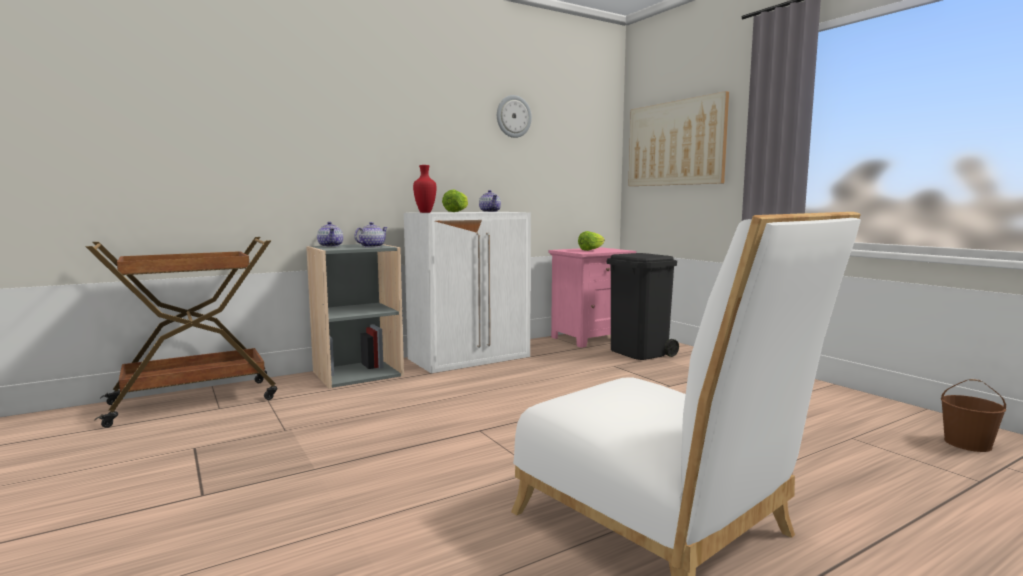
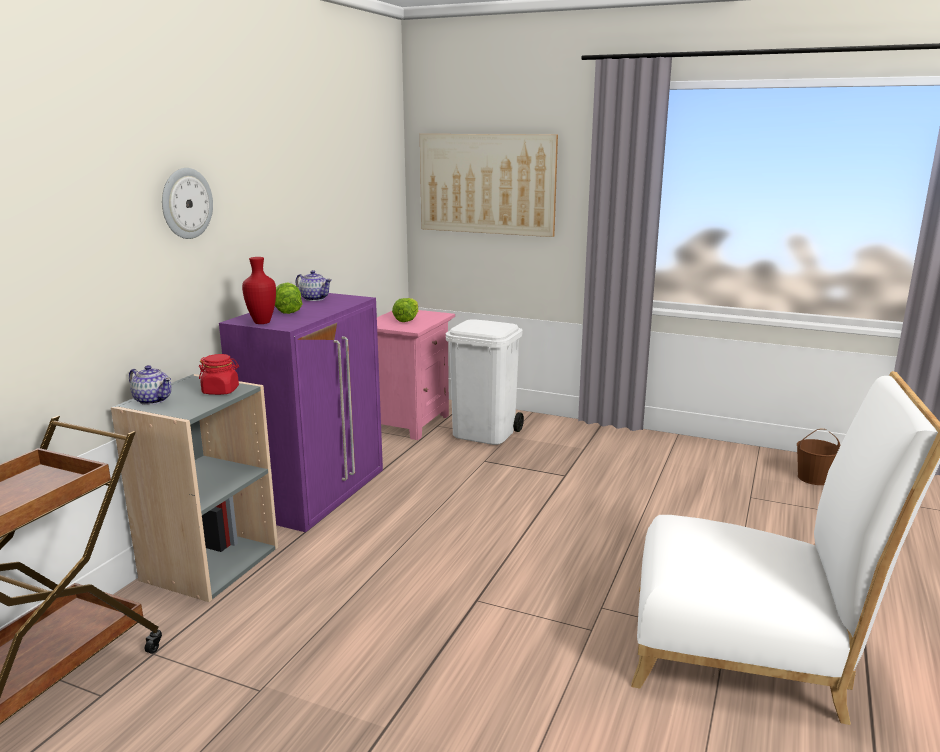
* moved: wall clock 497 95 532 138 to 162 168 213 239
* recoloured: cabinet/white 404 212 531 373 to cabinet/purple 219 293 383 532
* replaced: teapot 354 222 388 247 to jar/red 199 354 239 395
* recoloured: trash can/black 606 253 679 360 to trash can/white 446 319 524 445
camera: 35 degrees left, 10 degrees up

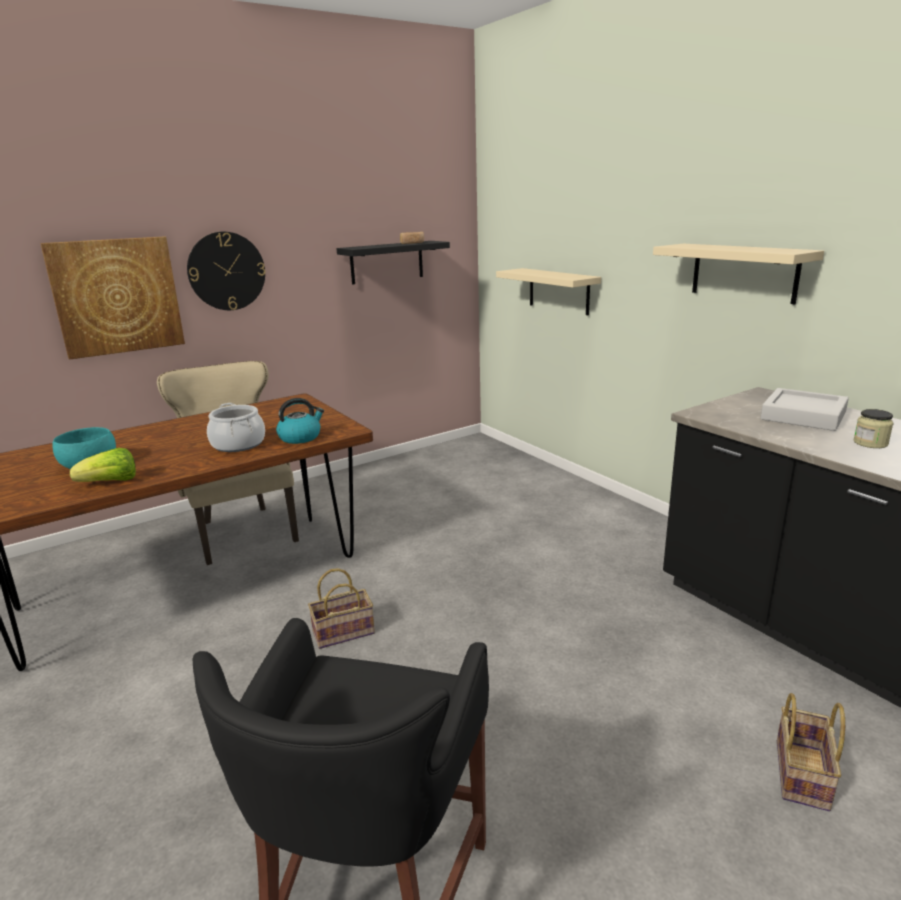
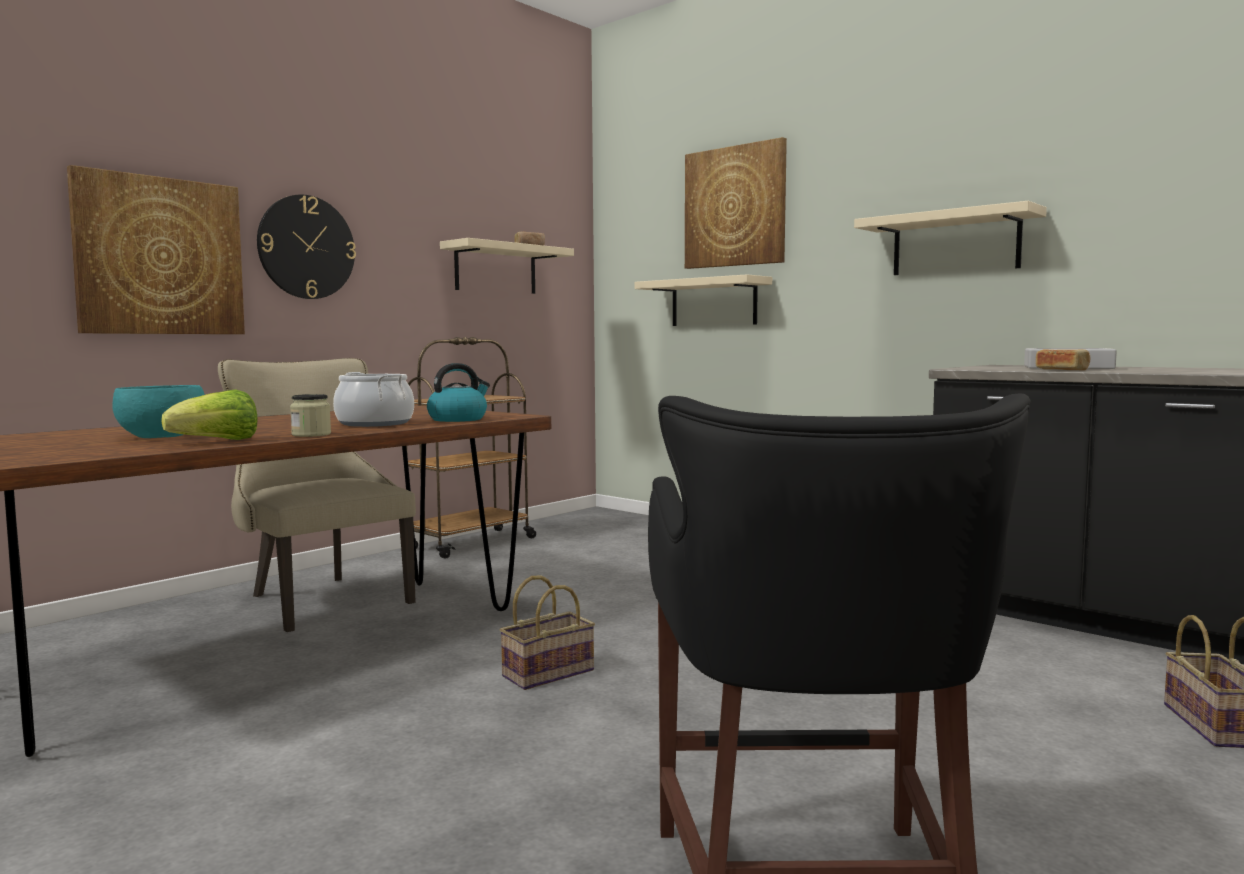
* recoloured: shelf/black 337 241 450 285 to shelf/beige 440 238 574 294
* moved: jar 853 409 894 448 to 290 394 331 437
* added: picture 685 137 787 269
* added: cart/brown 406 337 536 559
* added: bread 1035 349 1090 371
camera: 15 degrees left, 15 degrees down

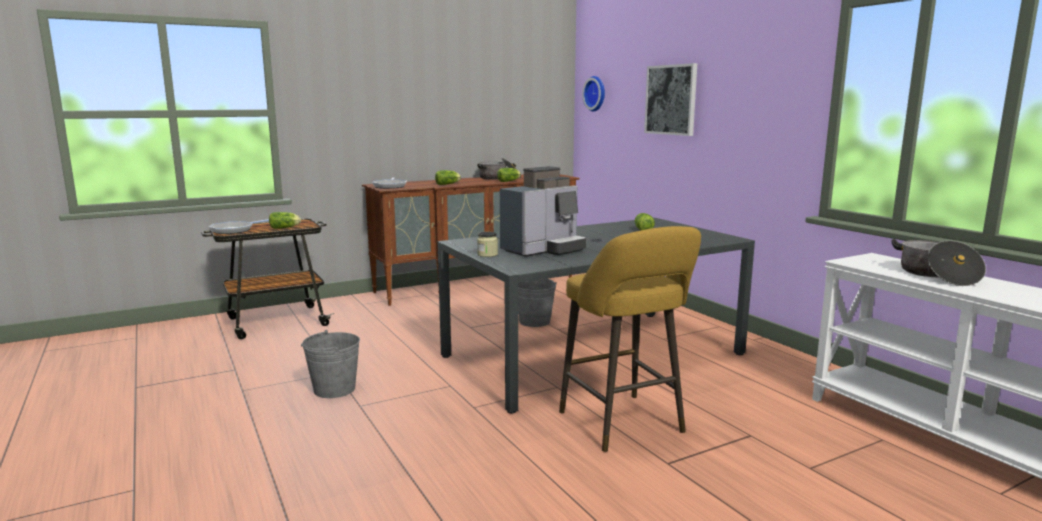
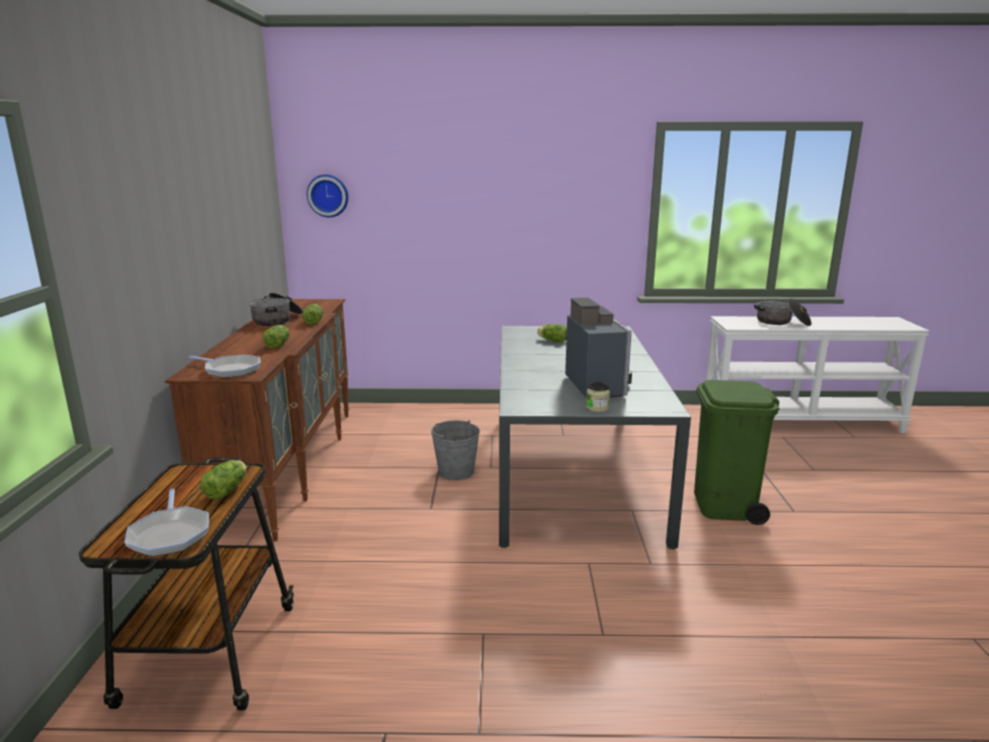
* removed: picture 644 63 697 136
* replaced: stool/yellow 559 226 701 452 to trash can/green 694 380 780 525
* removed: bucket/grey 301 330 360 398
camera: 60 degrees left, 5 degrees up

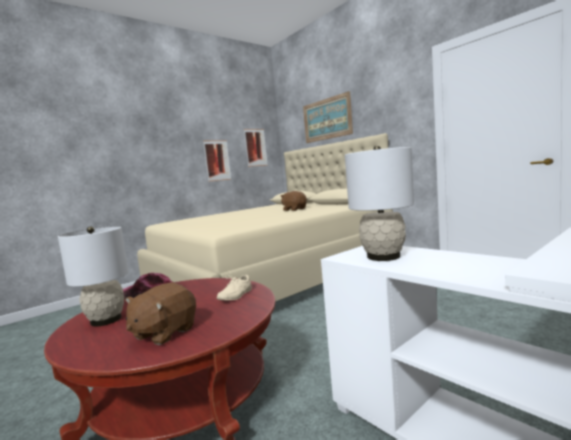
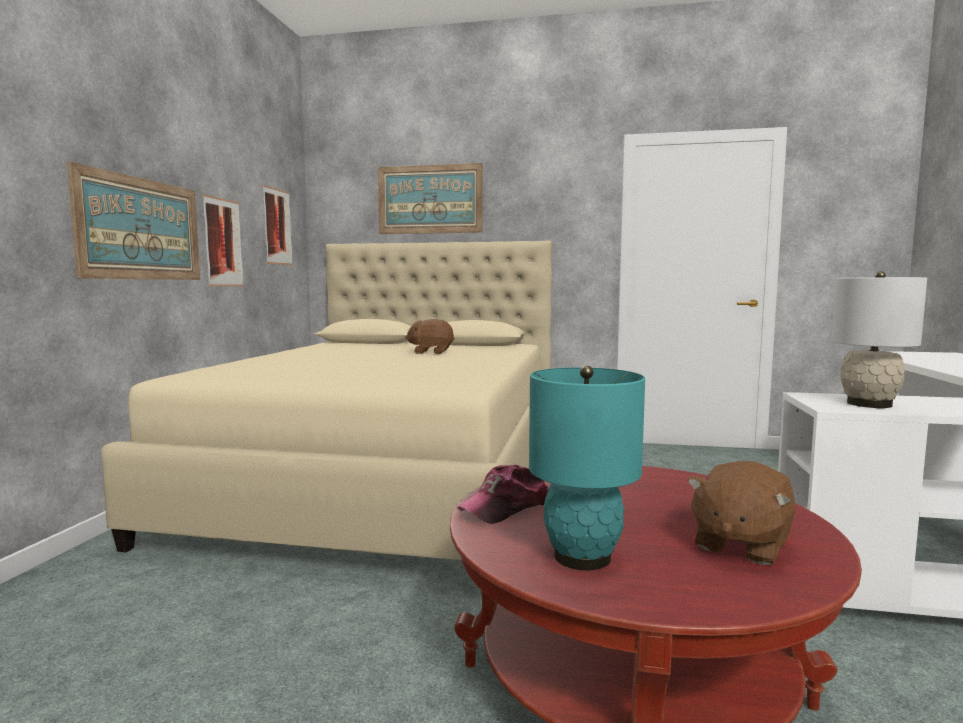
* recoloured: table lamp/white 58 226 129 327 to table lamp/turquoise 529 366 645 570
* removed: shoe/beige 217 271 252 300
* turned: plush toy/brown 125 282 196 345 = 687 461 796 565 45 degrees clockwise
* added: picture 67 162 200 280
camera: 40 degrees left, 0 degrees up

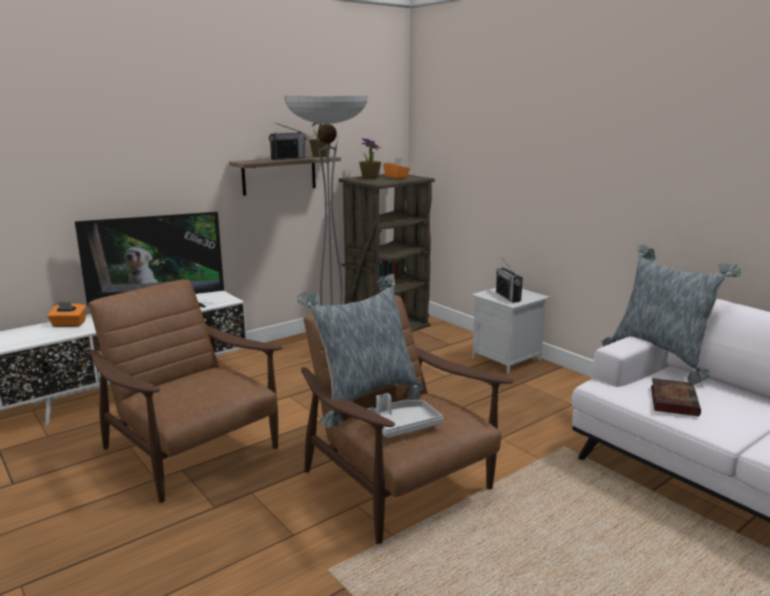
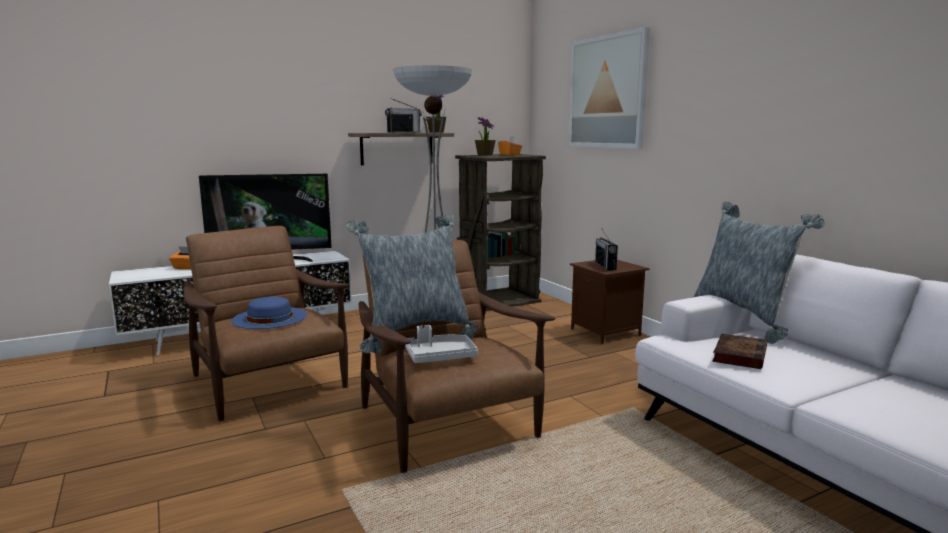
* recoloured: nightstand/grey 471 288 550 374 to nightstand/brown 570 260 649 344
* added: picture 568 27 650 148
* added: hat/blue 231 296 307 329
camera: 10 degrees right, 5 degrees down

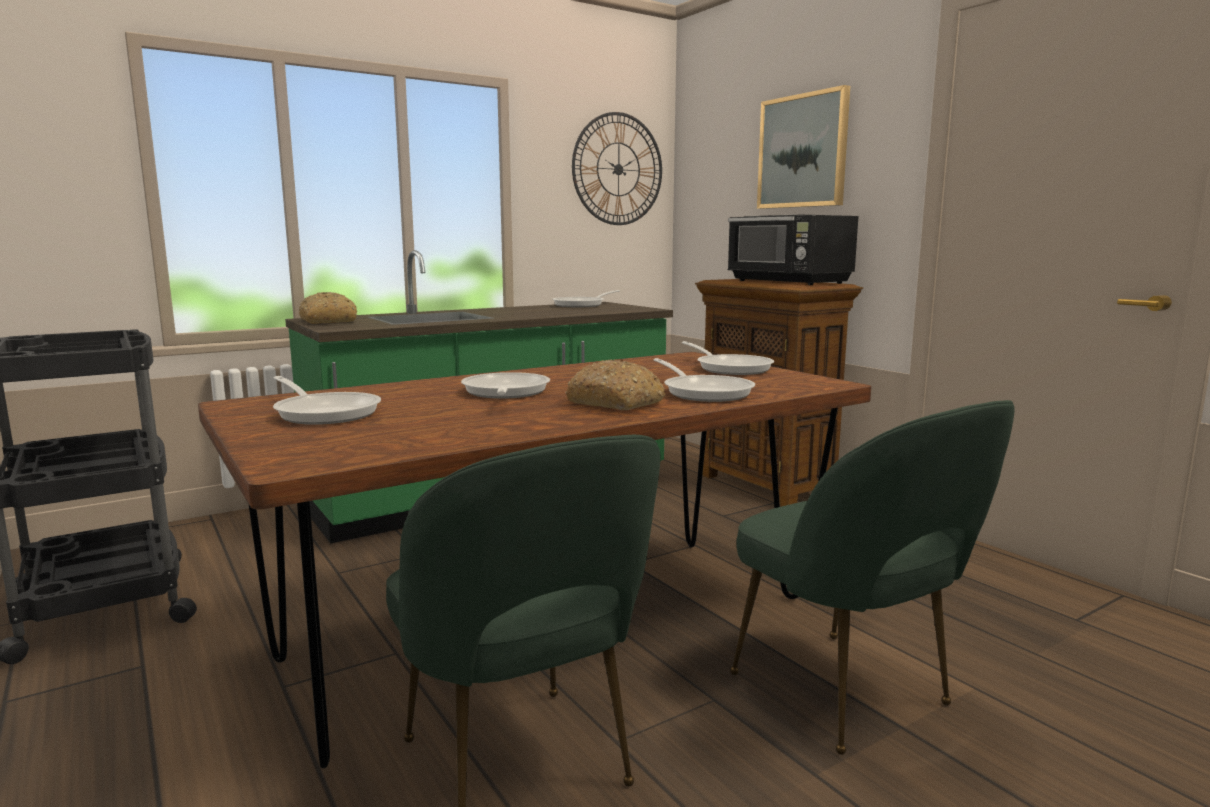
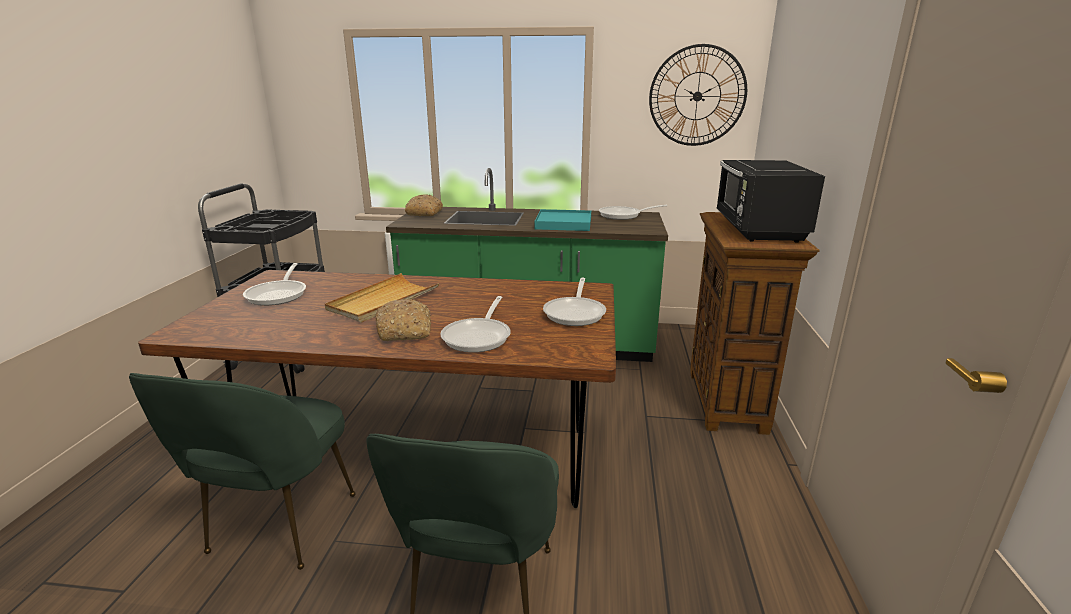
* removed: picture 757 85 850 209
* replaced: frying pan 461 372 550 399 to tray/beige 325 273 439 323
* added: tray/turquoise 535 209 591 231
camera: 40 degrees right, 10 degrees up

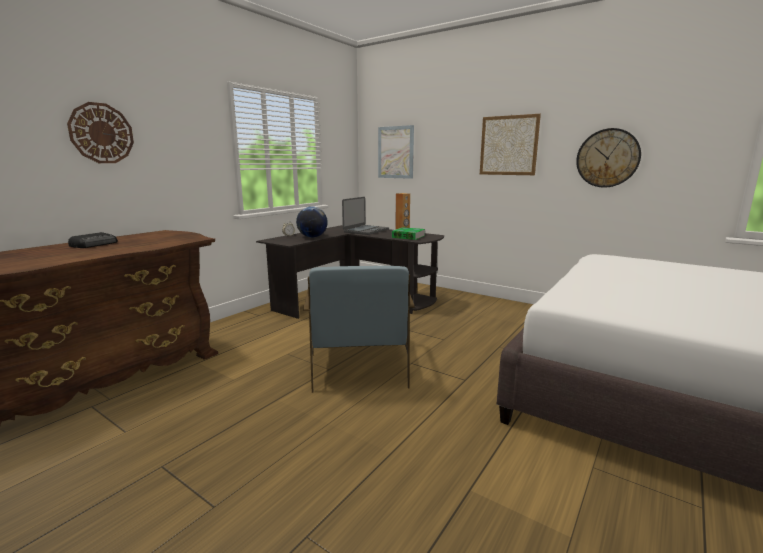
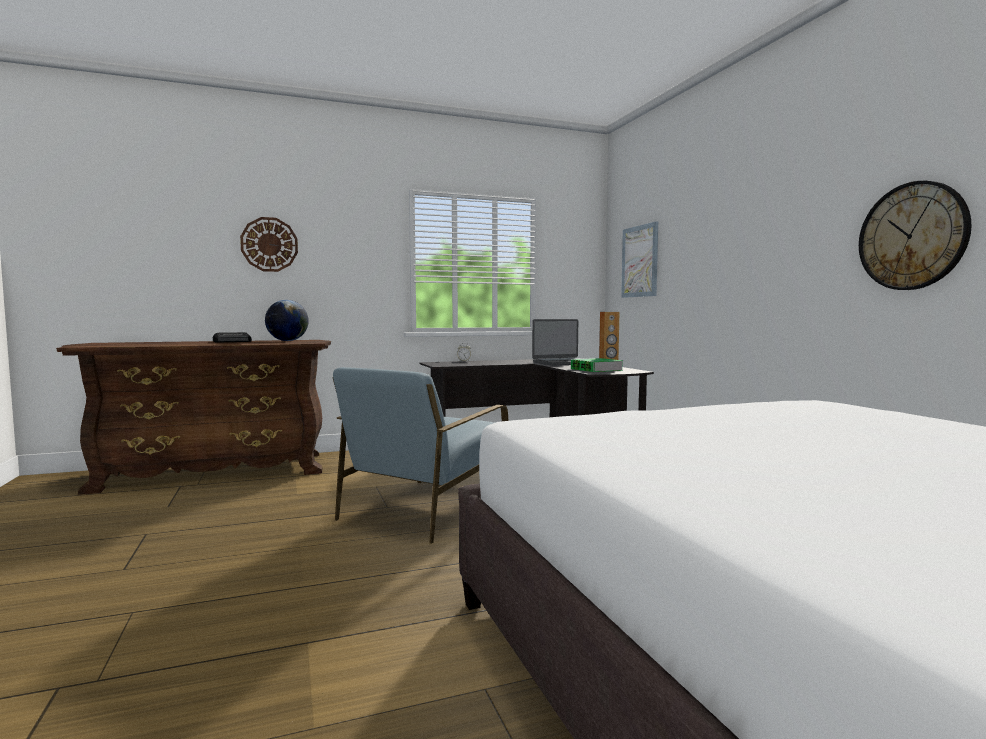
* removed: picture 480 114 541 175
* moved: globe 296 206 328 238 to 265 300 309 341
camera: 35 degrees right, 10 degrees down

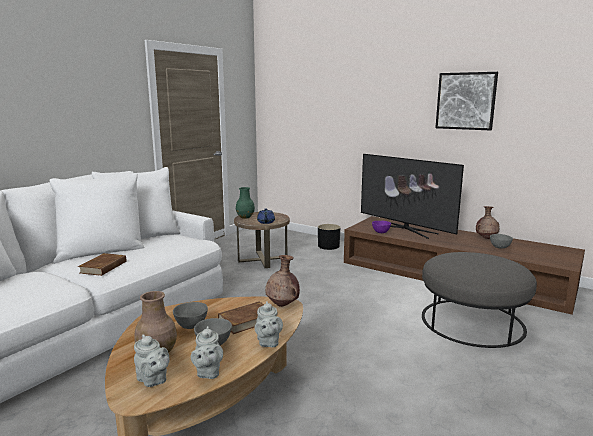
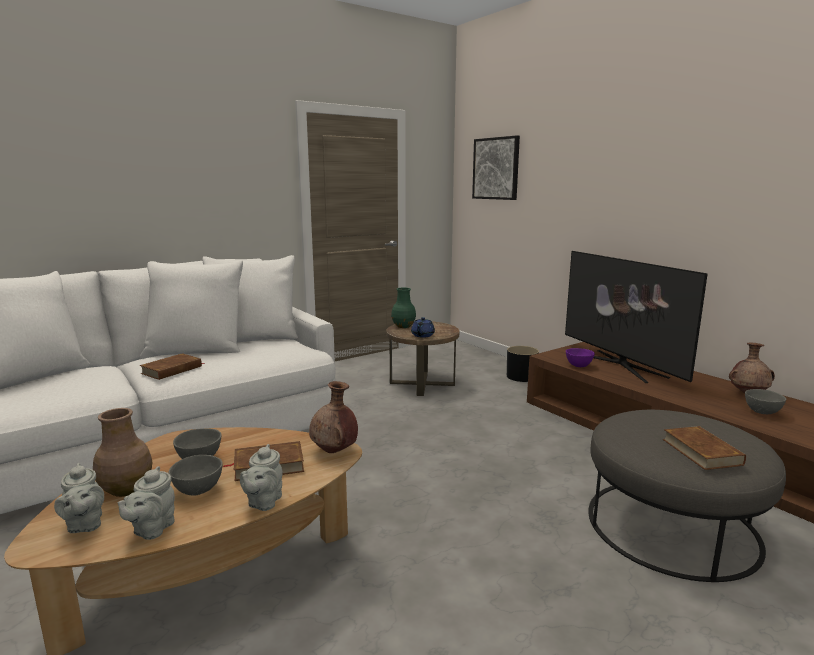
* moved: picture 435 72 498 130 to 472 135 520 200
* added: book/brown 663 426 746 470
camera: 20 degrees right, 0 degrees up

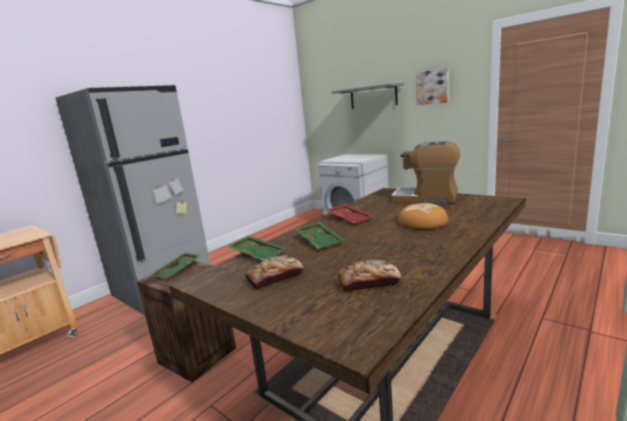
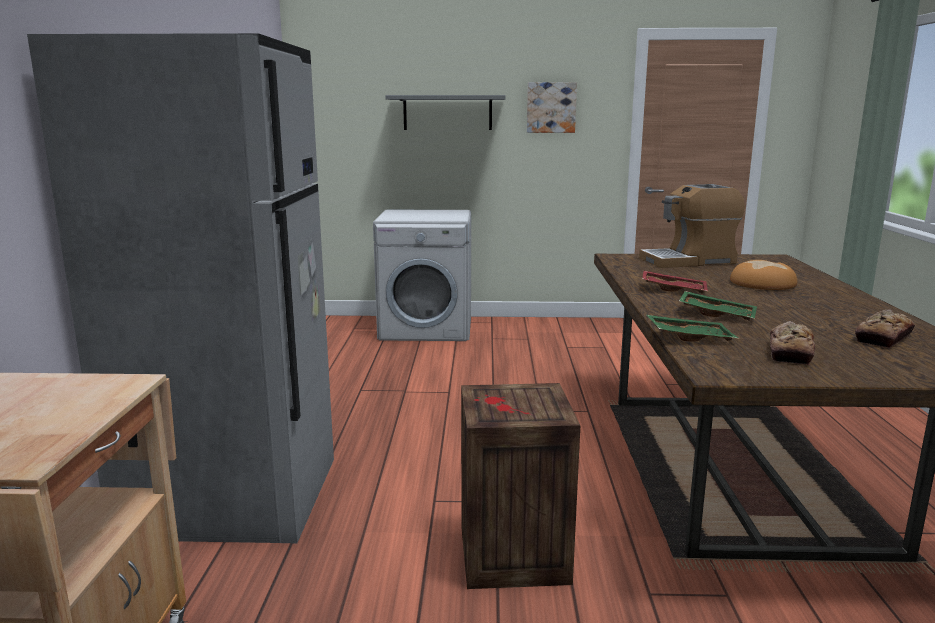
* removed: tray/green 151 253 200 279
camera: 40 degrees left, 0 degrees up

